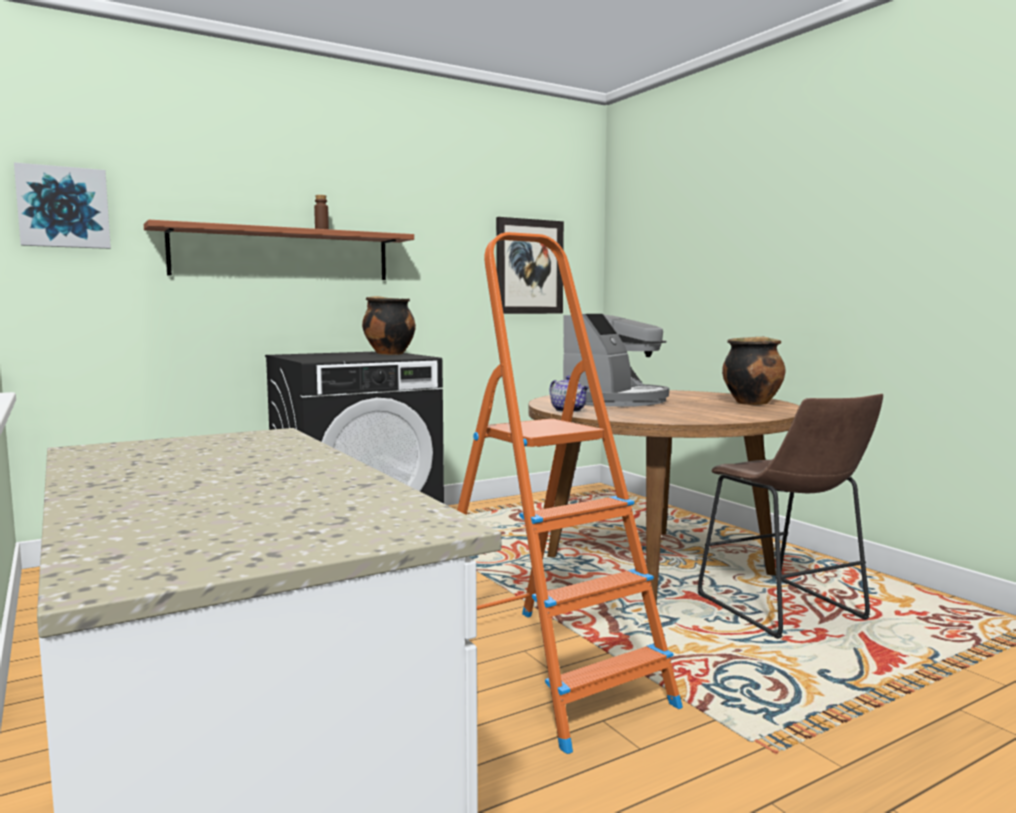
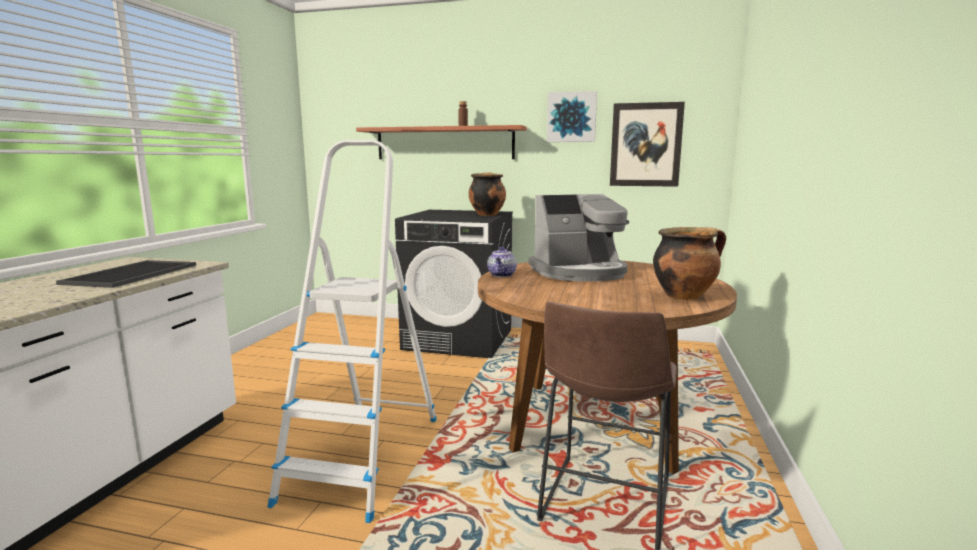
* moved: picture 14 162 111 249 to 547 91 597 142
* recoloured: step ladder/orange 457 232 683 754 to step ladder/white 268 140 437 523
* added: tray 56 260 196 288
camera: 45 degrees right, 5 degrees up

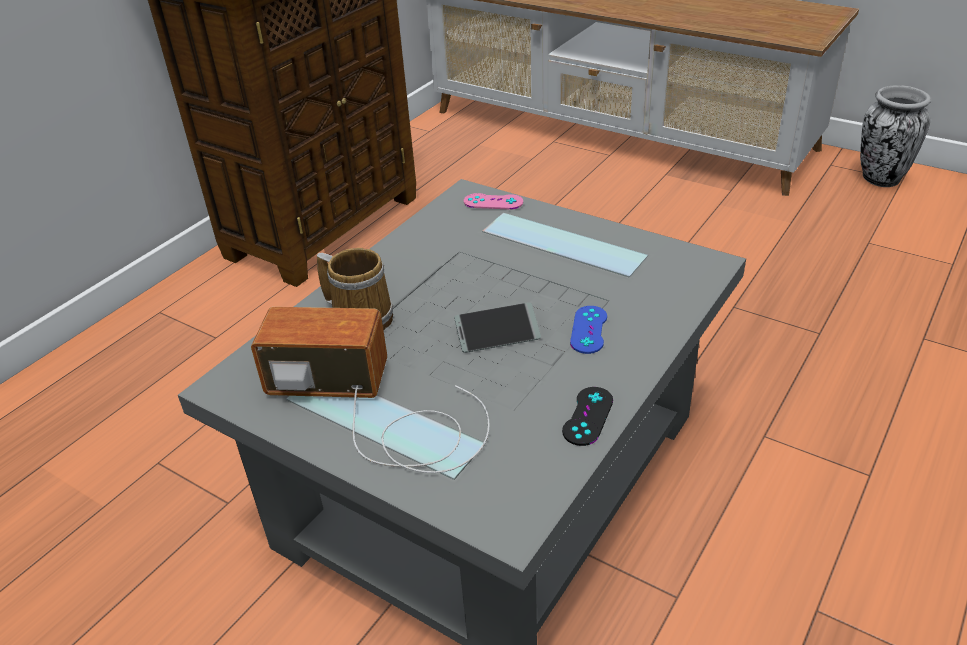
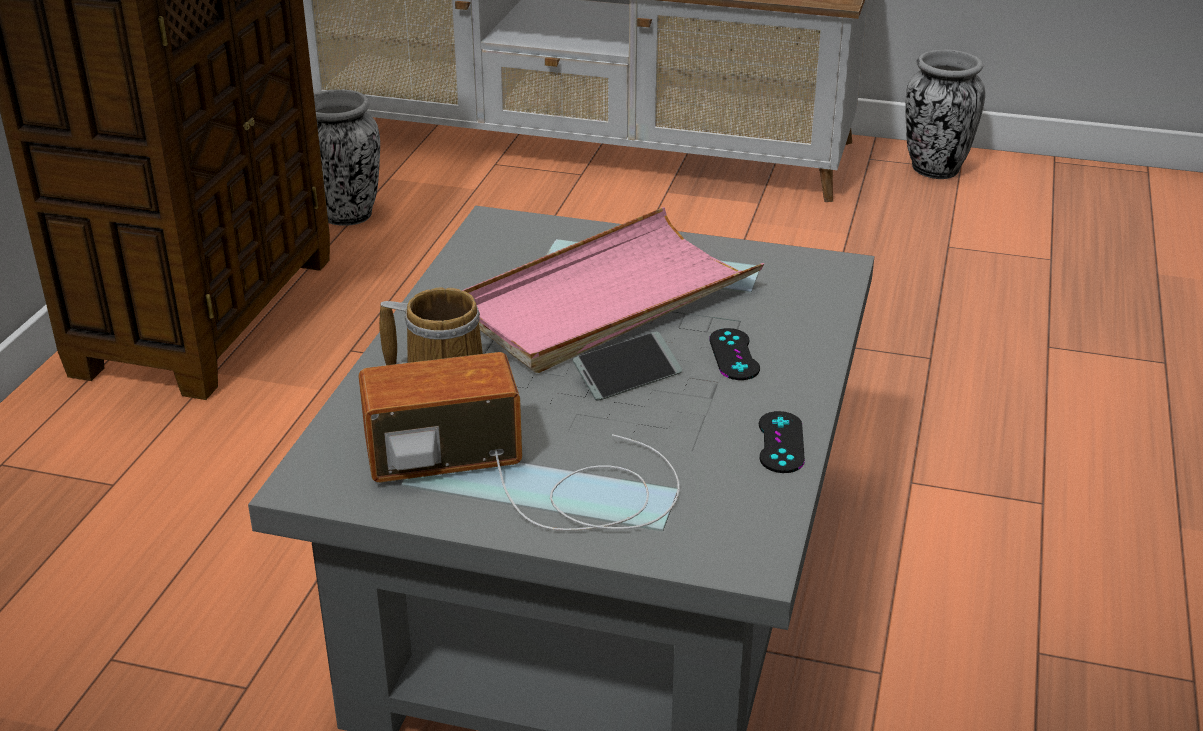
* removed: game controller/pink 464 193 523 209
* recoloured: game controller/blue 570 306 607 354 to game controller/black 709 328 760 380
* added: vase 314 89 380 226
* added: tray/pink 462 207 764 373
camera: 20 degrees left, 5 degrees down

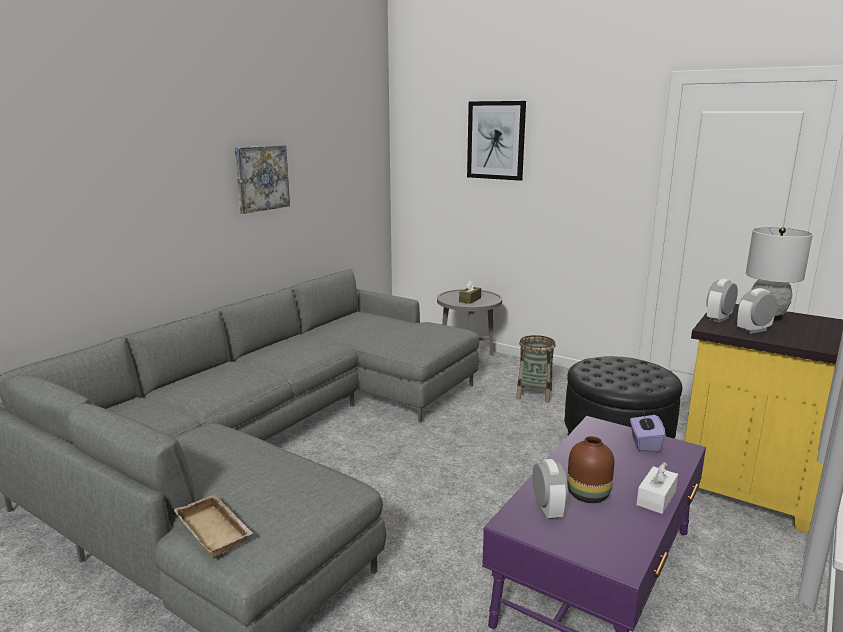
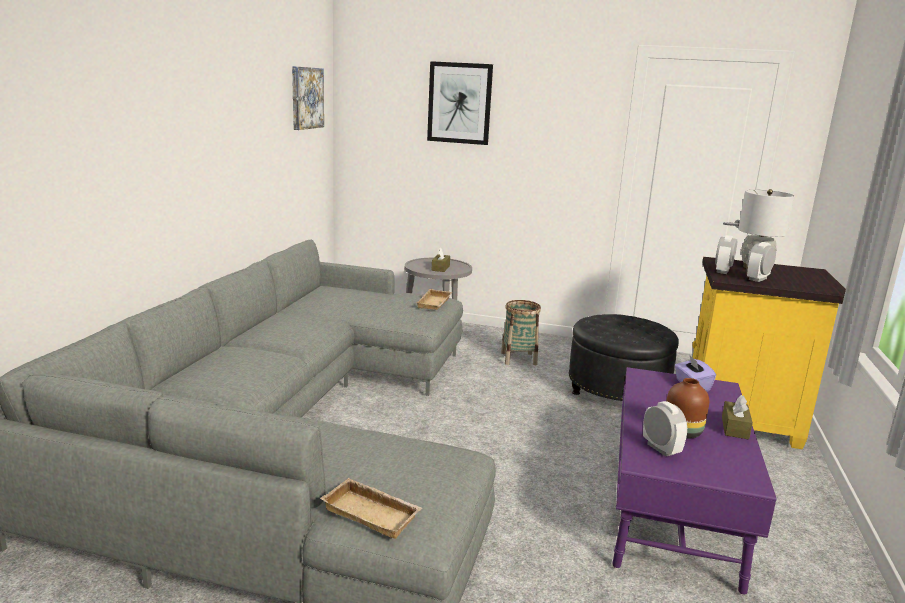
* moved: picture 235 145 290 214 to 292 66 324 130
* recoloured: tissue box/white 636 462 678 514 to tissue box/brown 722 395 753 440
* added: tray/beige 416 289 452 310
camera: 20 degrees left, 0 degrees up

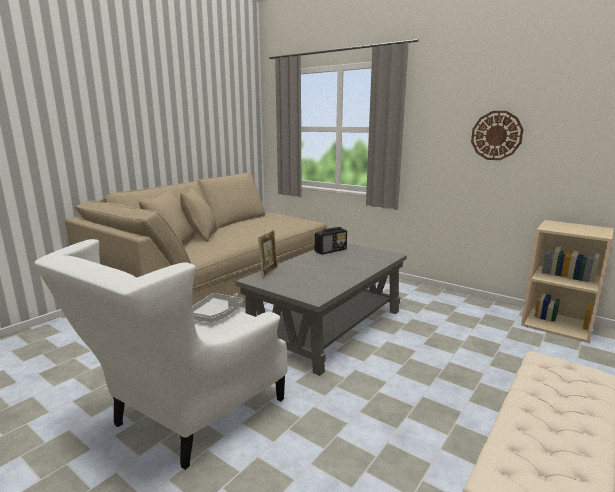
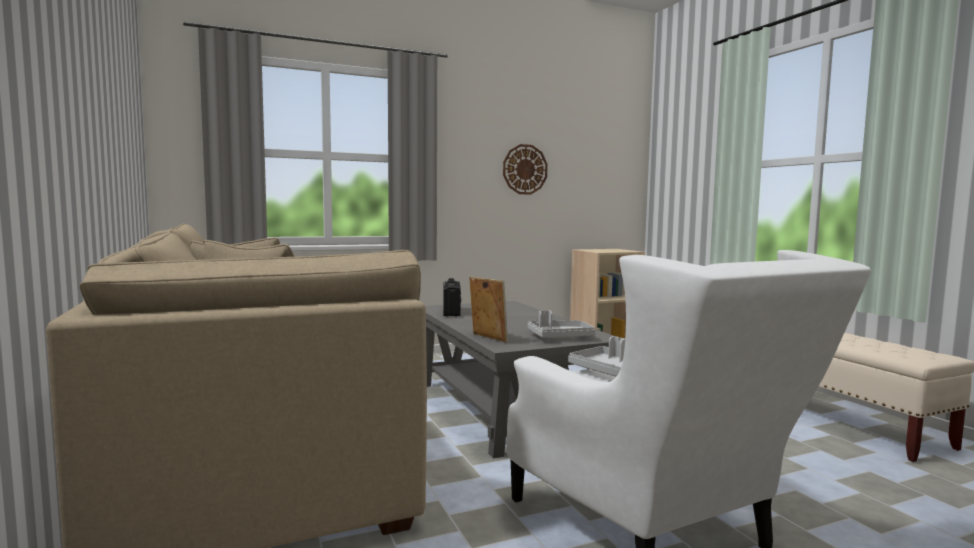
* added: tray/grey 528 310 596 338
camera: 60 degrees left, 10 degrees down

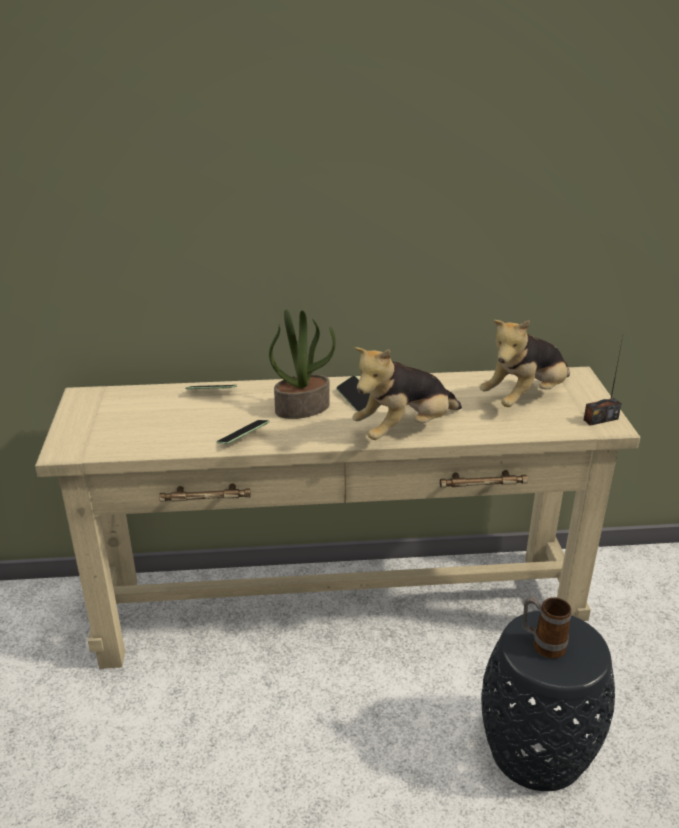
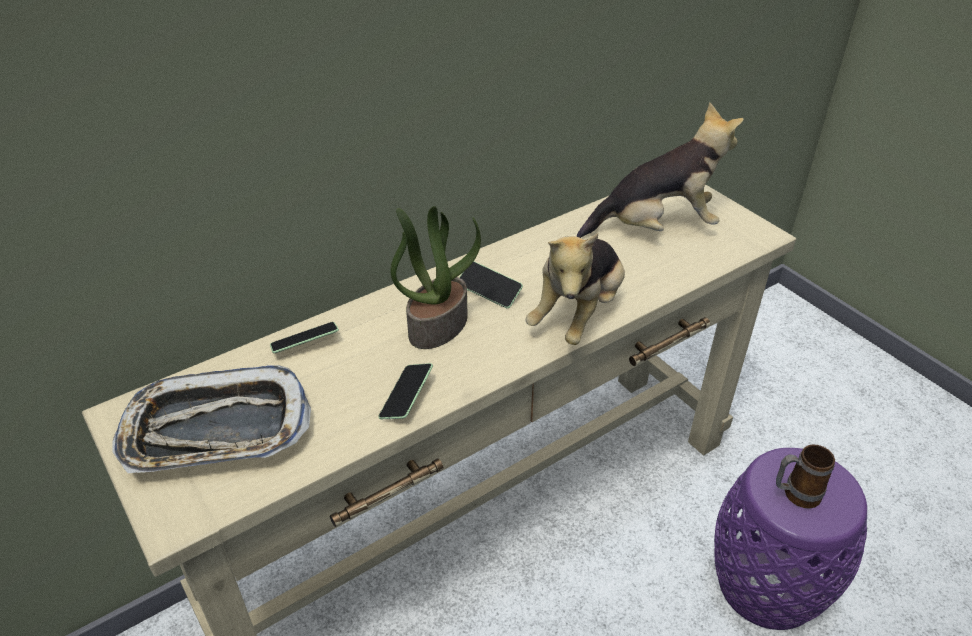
* turned: plush toy 480 320 570 407 = 577 103 744 238 120 degrees counterclockwise
* removed: radio 584 337 623 426
* recoloured: stool/black 481 610 615 791 to stool/purple 714 448 867 630
* added: tray 112 365 311 473
camera: 30 degrees left, 10 degrees up

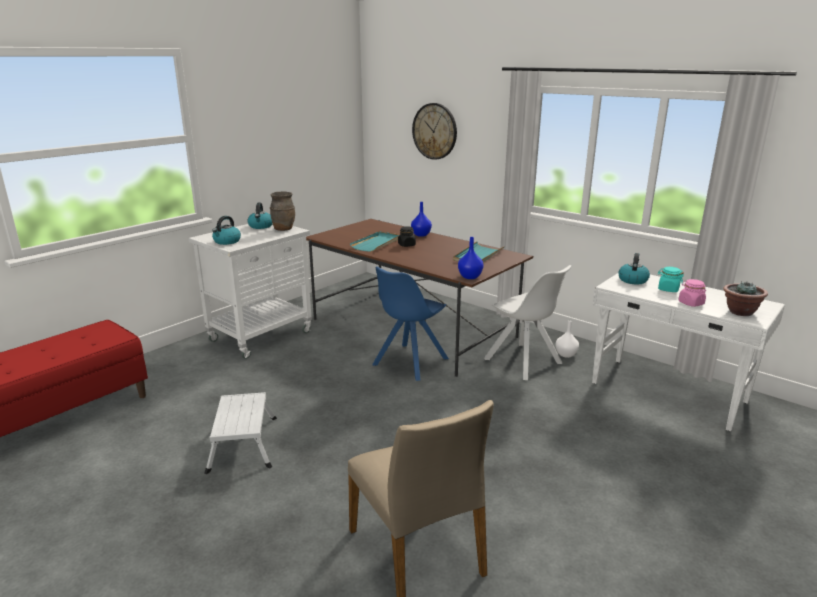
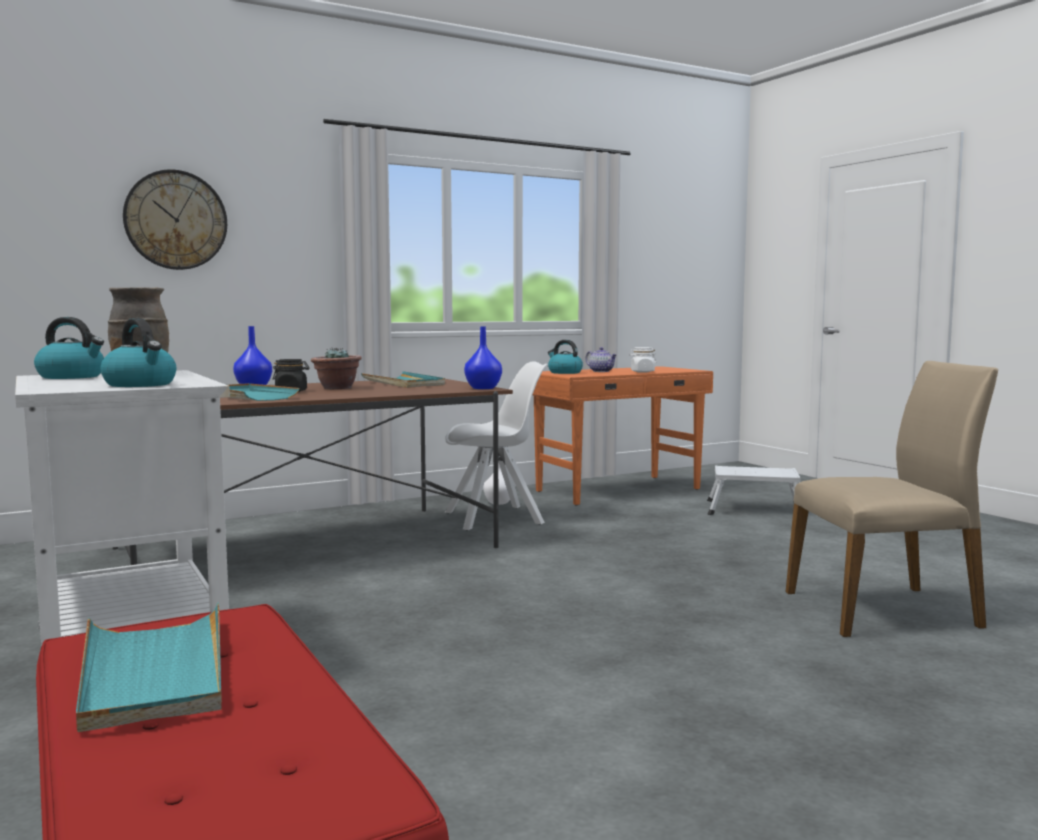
* removed: chair/blue 373 266 449 381
* replaced: jar/turquoise 658 267 684 292 to teapot 585 347 617 372
* recoloured: console table/white 592 273 785 431 to console table/orange 533 366 713 505
* recoloured: jar/pink 678 279 706 307 to jar/white 629 347 656 373
* moved: potted plant 723 281 768 316 to 311 348 362 389
* moved: step ladder/white 204 392 277 474 to 707 465 801 515
* added: tray/turquoise 76 603 222 732
camera: 70 degrees left, 15 degrees down

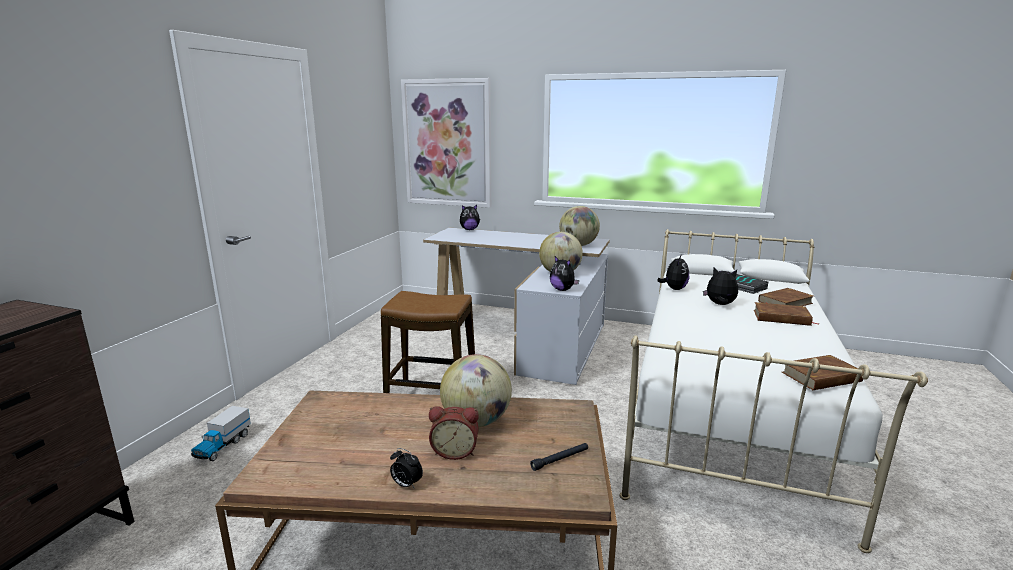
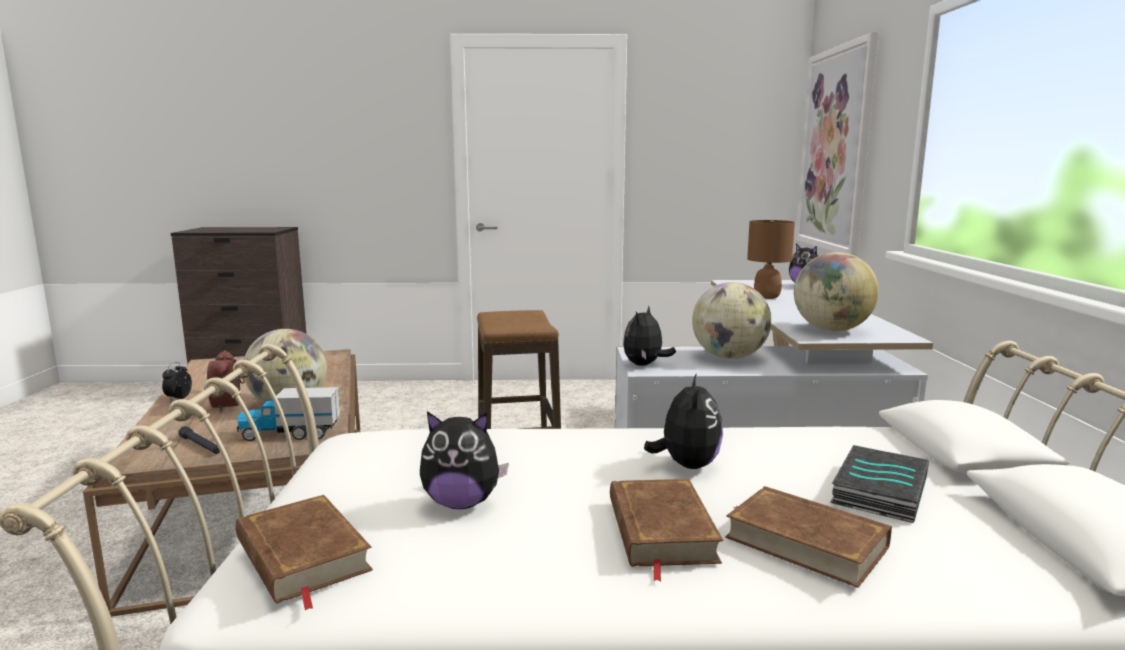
* moved: plush toy 657 254 689 290 to 420 411 509 509
* moved: toy truck 191 406 251 461 to 236 387 340 441
* added: table lamp/brown 747 220 795 299
camera: 70 degrees right, 5 degrees down

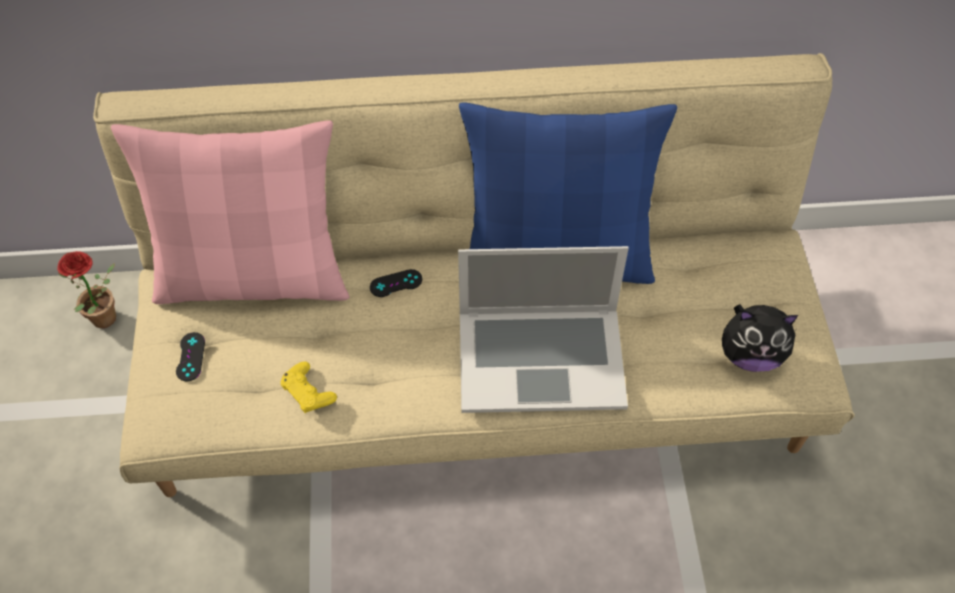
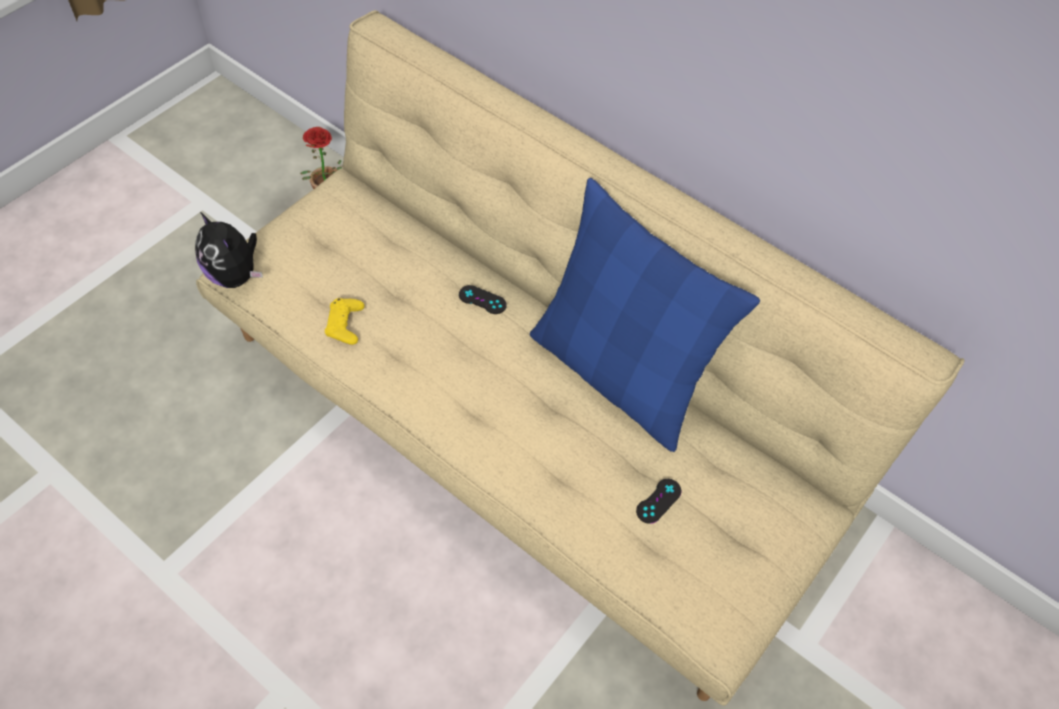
* removed: pillow/pink 111 121 349 304
* removed: laptop 458 246 629 413
* moved: plush toy 722 304 798 372 to 195 211 263 288
* moved: game controller/black 176 332 205 382 to 636 479 681 524
camera: 40 degrees right, 0 degrees up

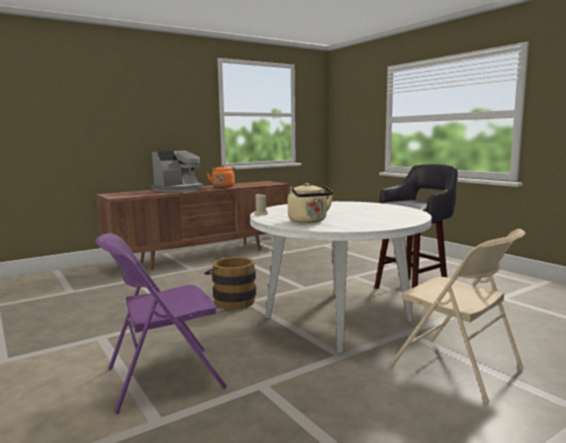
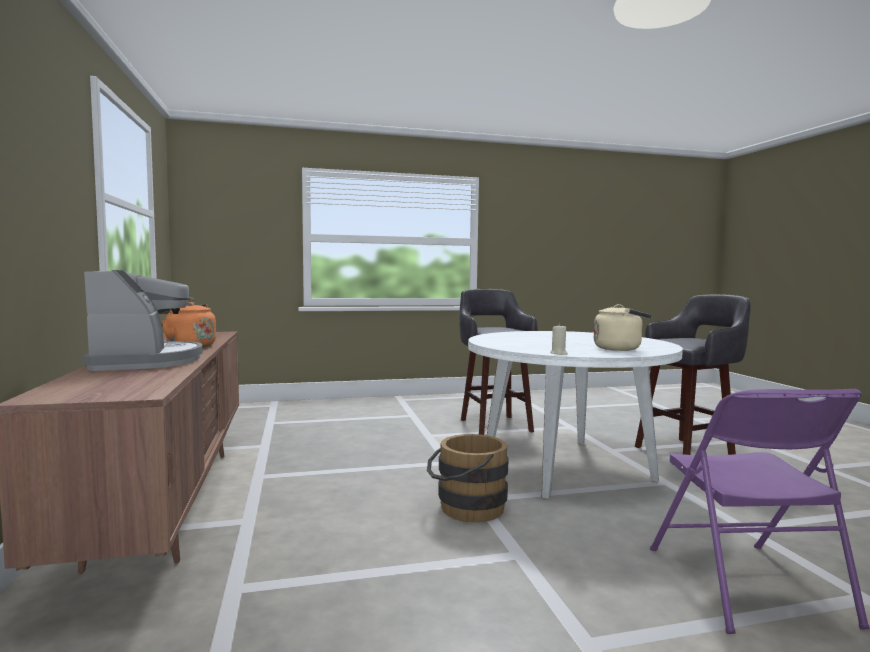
* replaced: chair/beige 389 229 525 405 to stool/grey 635 294 751 455
camera: 70 degrees left, 5 degrees down

